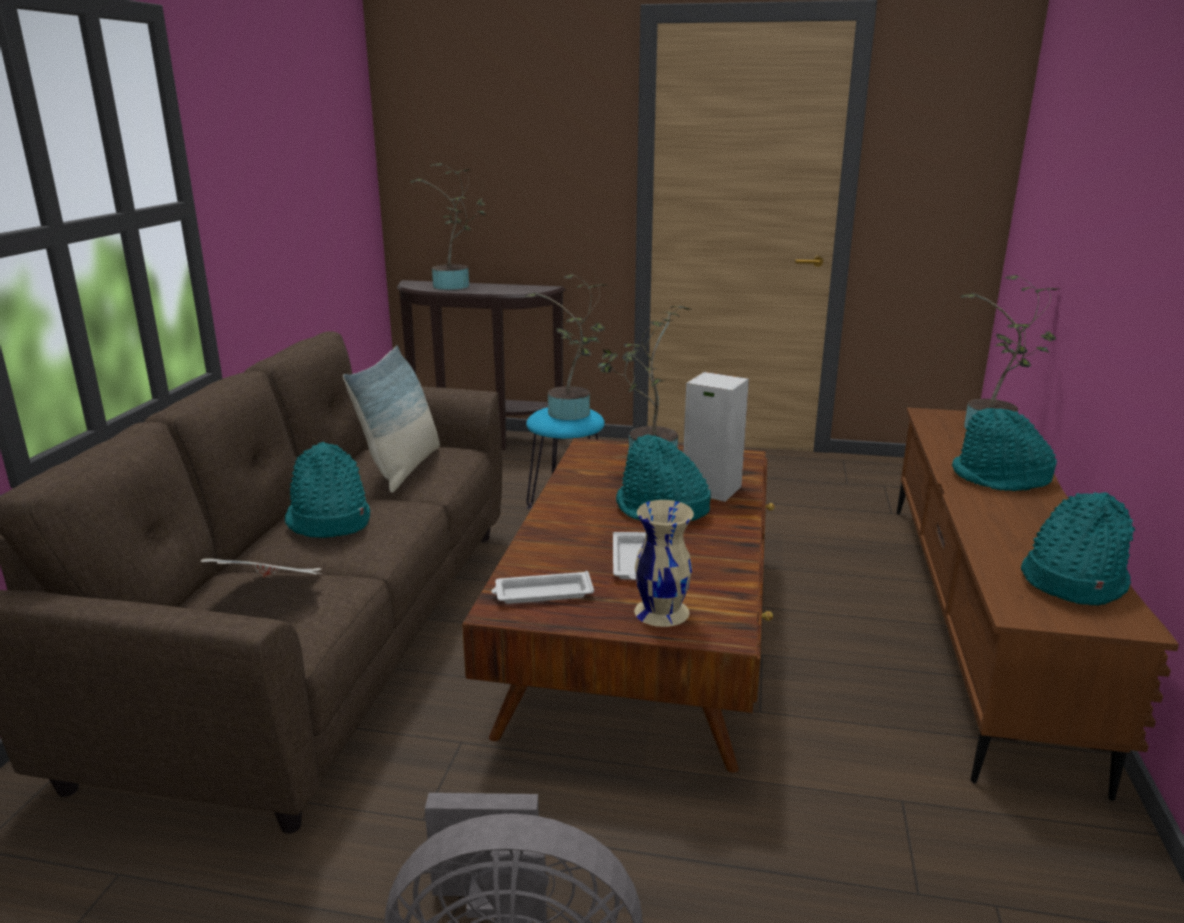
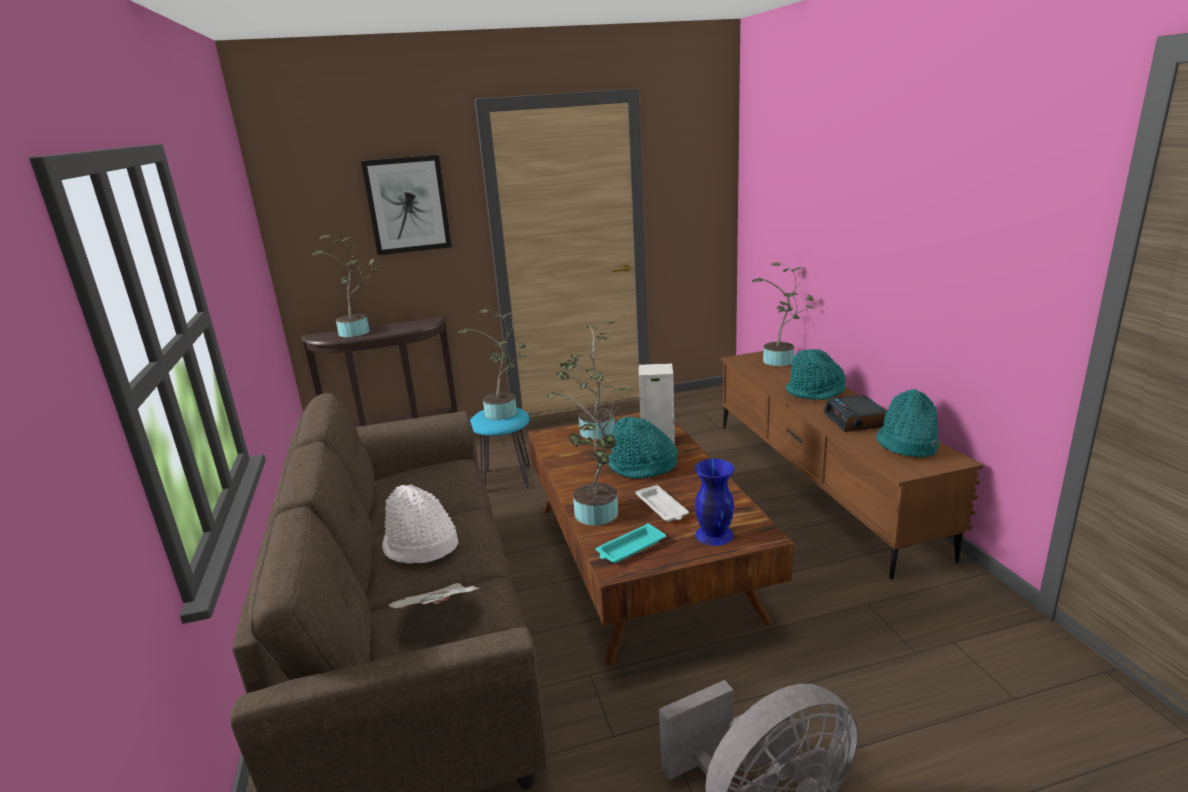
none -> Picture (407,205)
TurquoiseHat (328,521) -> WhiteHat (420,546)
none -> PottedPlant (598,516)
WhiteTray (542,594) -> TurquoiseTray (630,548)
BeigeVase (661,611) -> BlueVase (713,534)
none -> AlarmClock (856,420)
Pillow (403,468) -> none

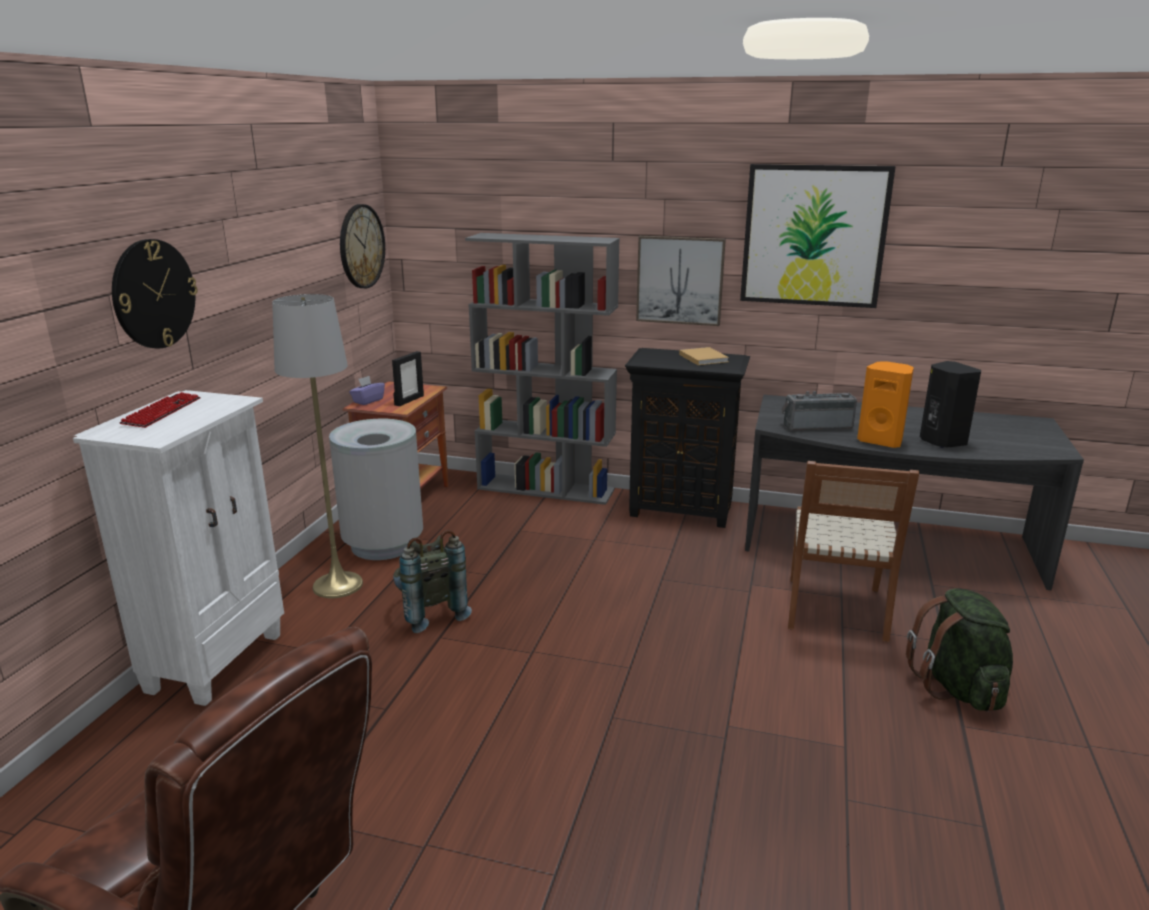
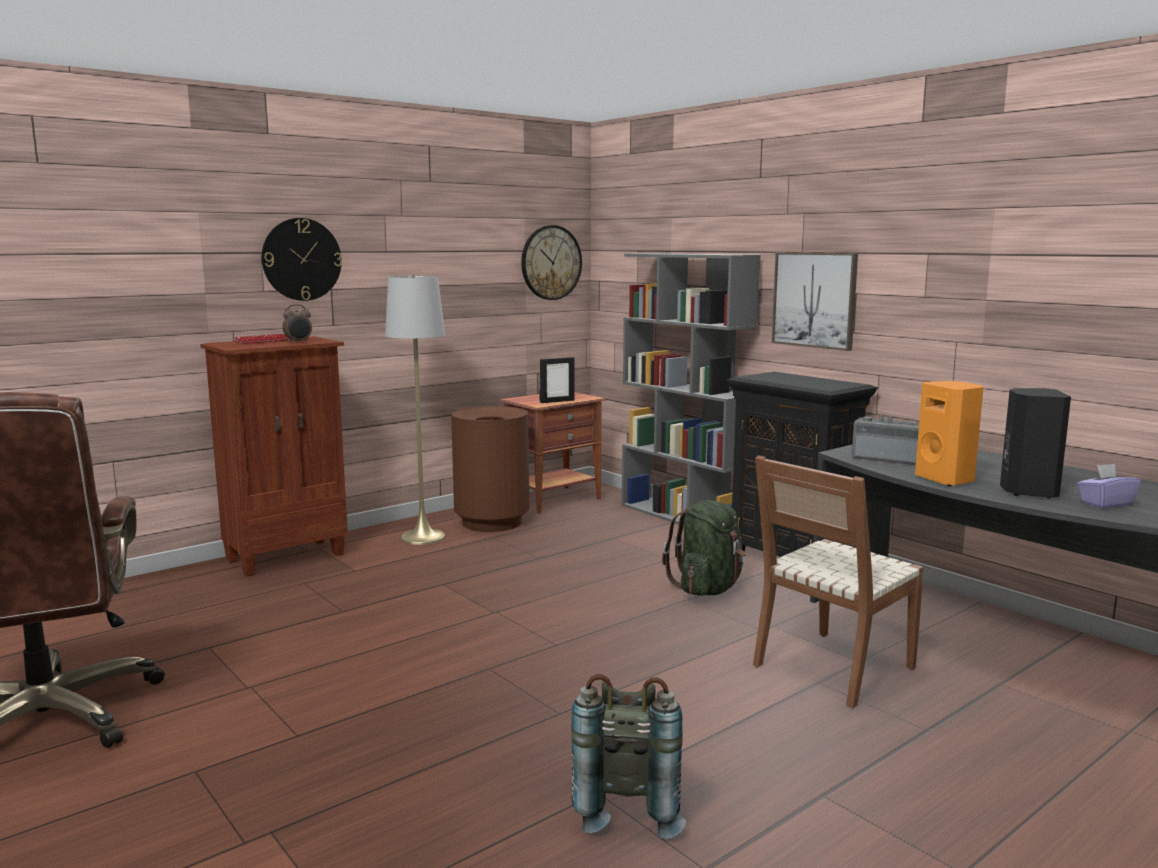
WhiteCabinet (218,663) -> BrownCabinet (287,558)
none -> AlarmClock (298,342)
GreyTrashCan (383,544) -> BrownTrashCan (492,522)
GreyBackpack (429,613) -> GreyBackpack (627,806), moved
GreenBackpack (958,687) -> GreenBackpack (707,589), moved
PurpleTissueBox (368,401) -> PurpleTissueBox (1105,503), moved
BeigeBook (702,358) -> none
Picture (814,236) -> none

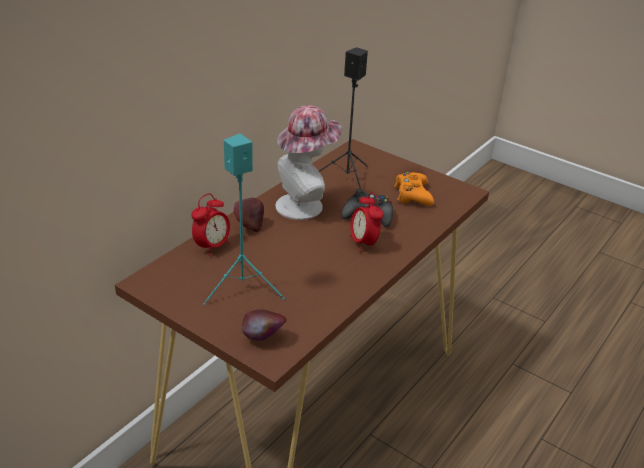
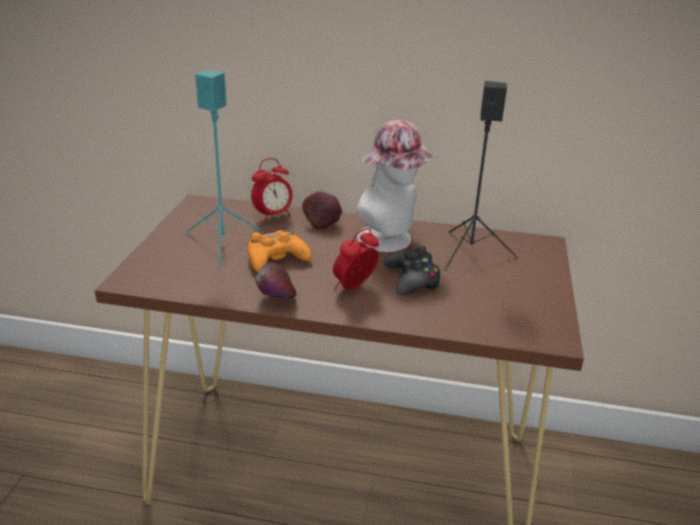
OrangeGameController (412,195) -> OrangeGameController (276,259), moved
AlarmClock (212,246) -> AlarmClock (273,216), 45 degrees counterclockwise
Apple (263,338) -> Apple (276,300), moved

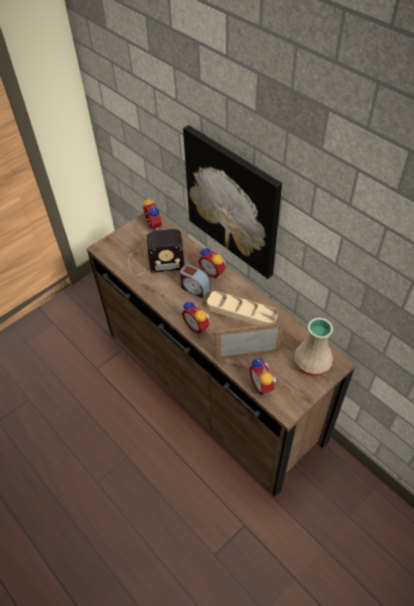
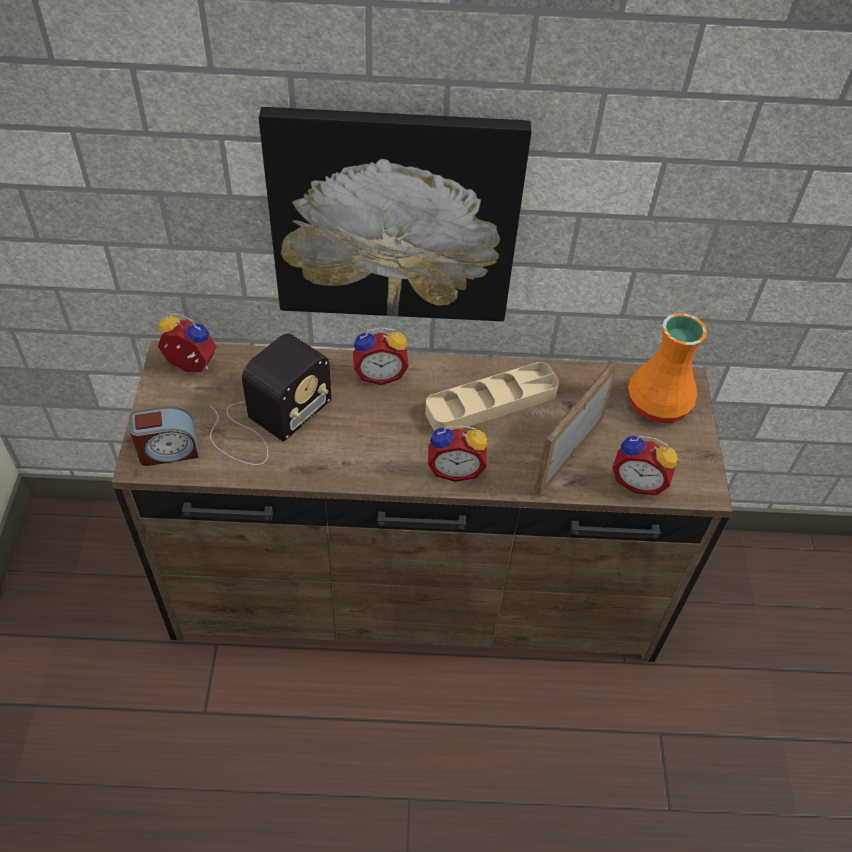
AlarmClock (195,288) -> AlarmClock (168,450), moved
BeigeVase (312,362) -> OrangeVase (656,403)

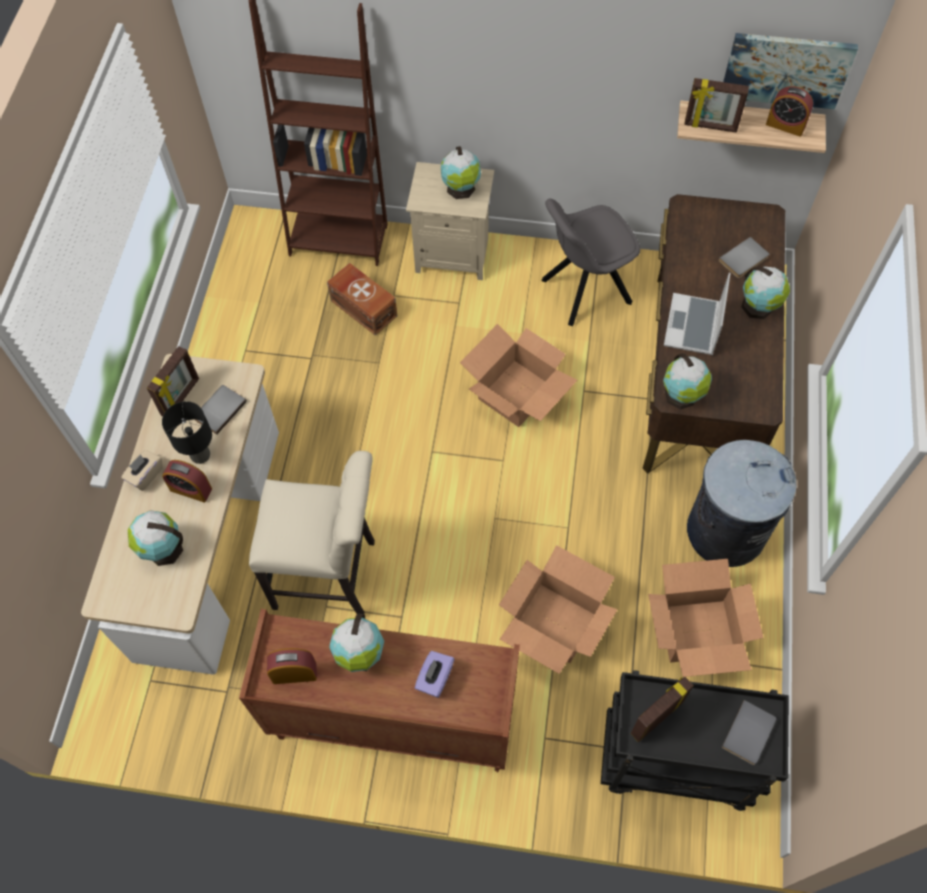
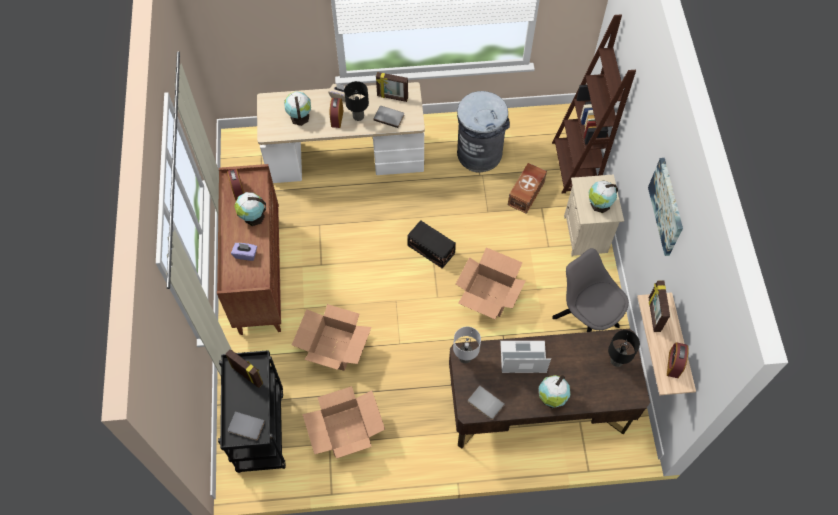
none -> BlackStorageBox (431,248)
Globe (682,396) -> WhiteTableLamp (465,358)
GreyTrashCan (725,530) -> GreyTrashCan (479,153), moved
GreyBook (744,260) -> GreyBook (485,404), moved
none -> BlackTableLamp (617,361)
Picture (786,69) -> Picture (667,206), moved
BeigeStool (331,576) -> none

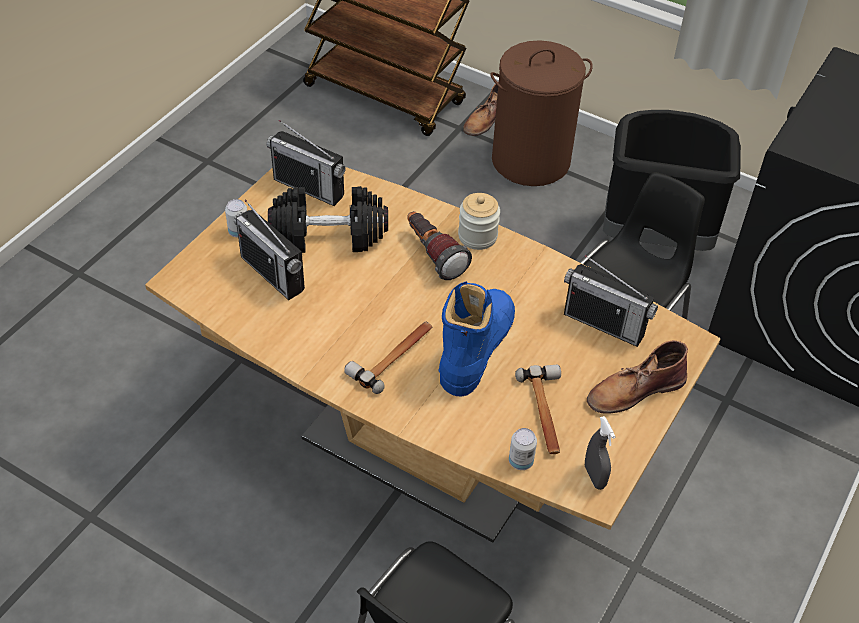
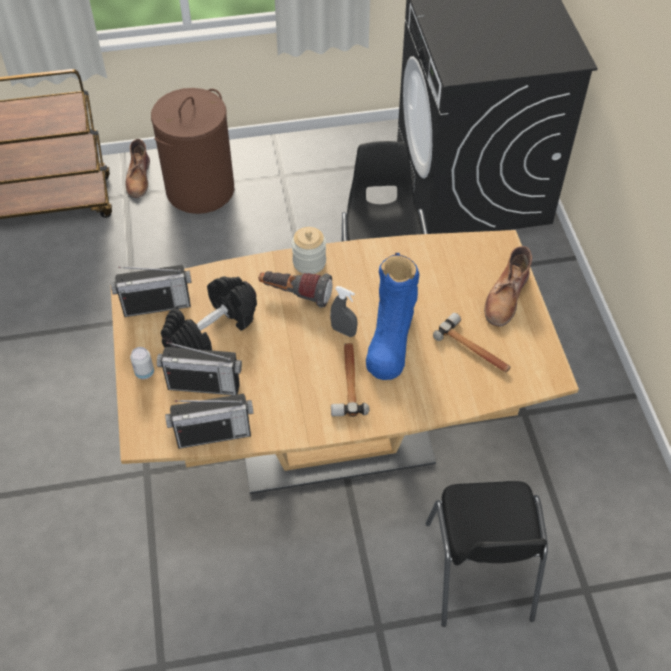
Radio (604,324) -> Radio (213,434), moved
GreySprayBottle (594,477) -> GreySprayBottle (343,331), moved
BlueBoot (475,348) -> BlueBoot (390,338), 150 degrees counterclockwise
Can (520,461) -> none
BlackTrashCan (653,238) -> none

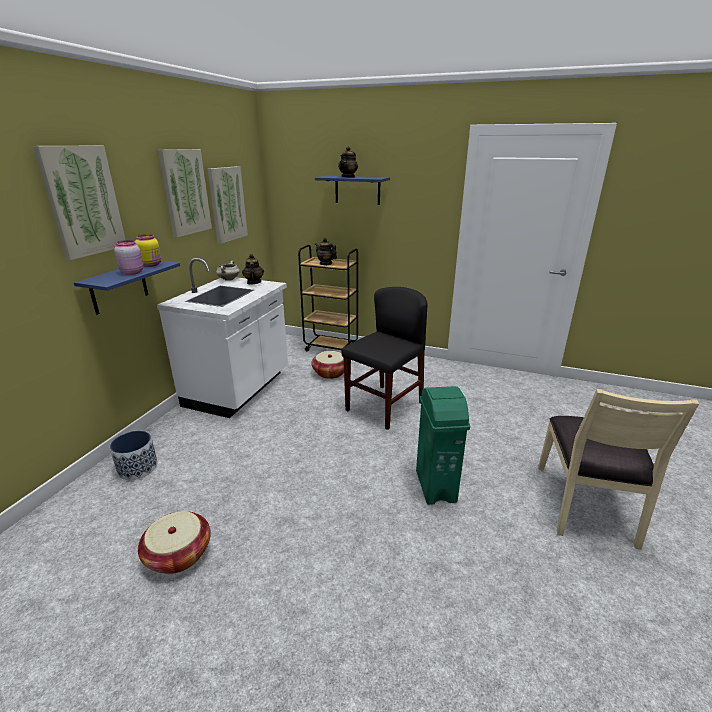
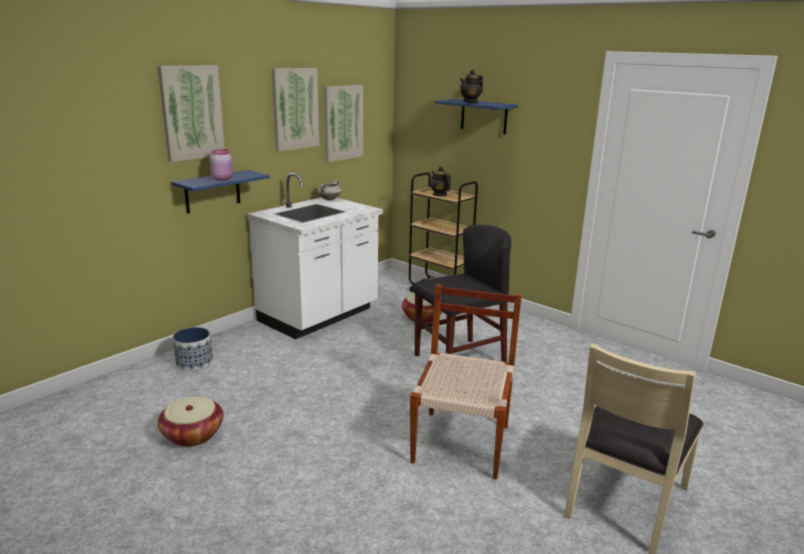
GreenTrashCan (435,486) -> Chair (462,442)
YellowJar (151,265) -> none
Teapot (254,282) -> none

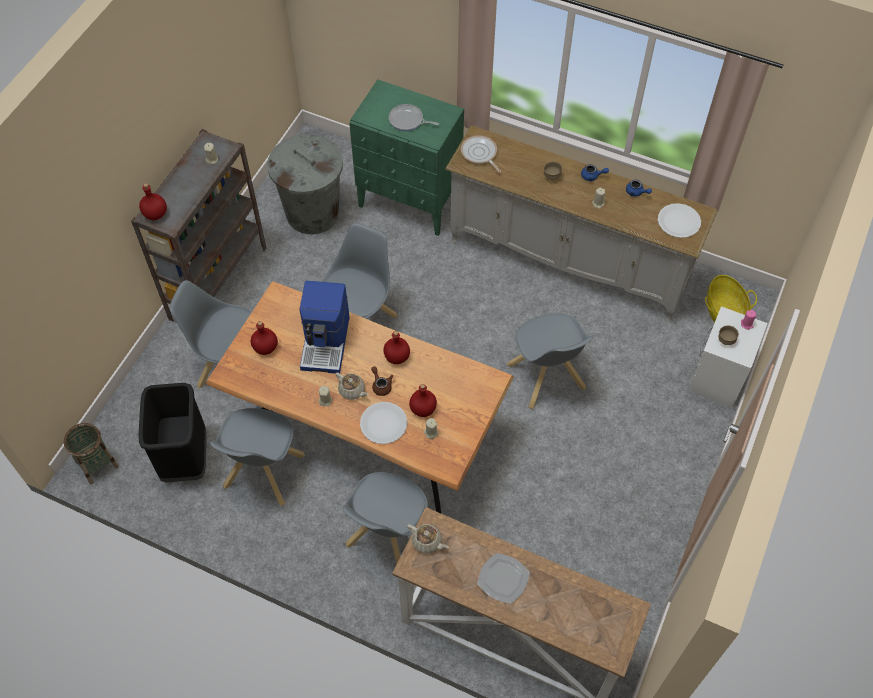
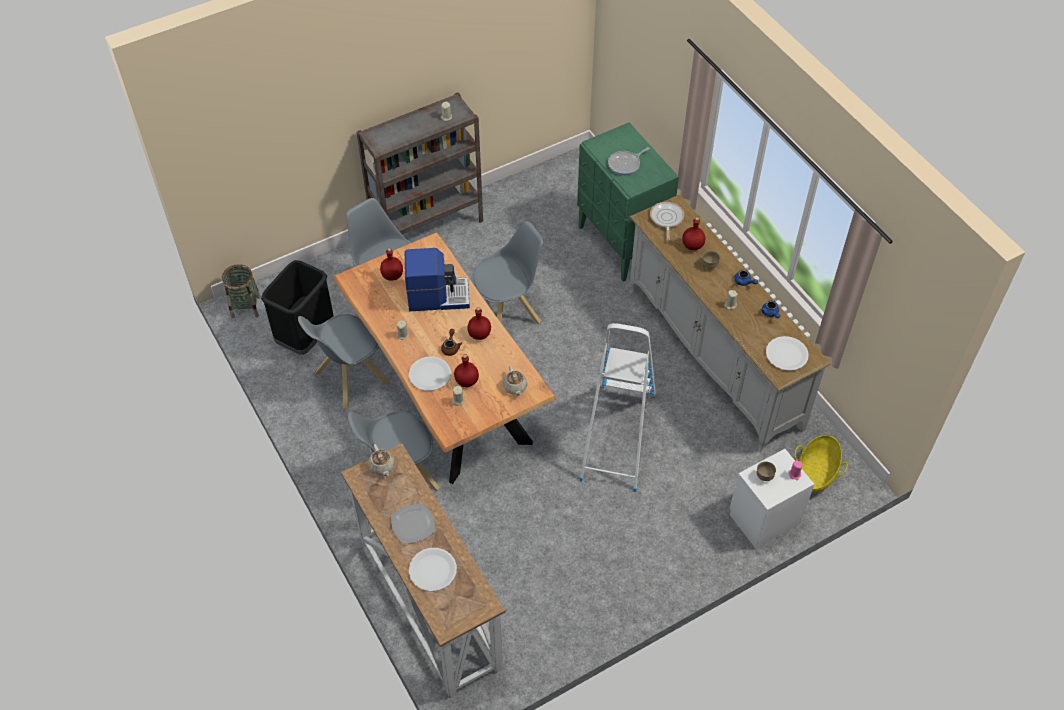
CoffeeMachine (326,342) -> CoffeeMachine (438,295), 135 degrees counterclockwise
none -> WhitePlate (433,570)
BeigeTeapot (352,390) -> BeigeTeapot (515,387), moved
GreyChair (547,378) -> WhiteStepLadder (618,436)
FryingPan (408,121) -> FryingPan (625,164), 90 degrees counterclockwise
RedBottle (156,214) -> RedBottle (693,245), moved
GreyTrashCan (312,213) -> none

